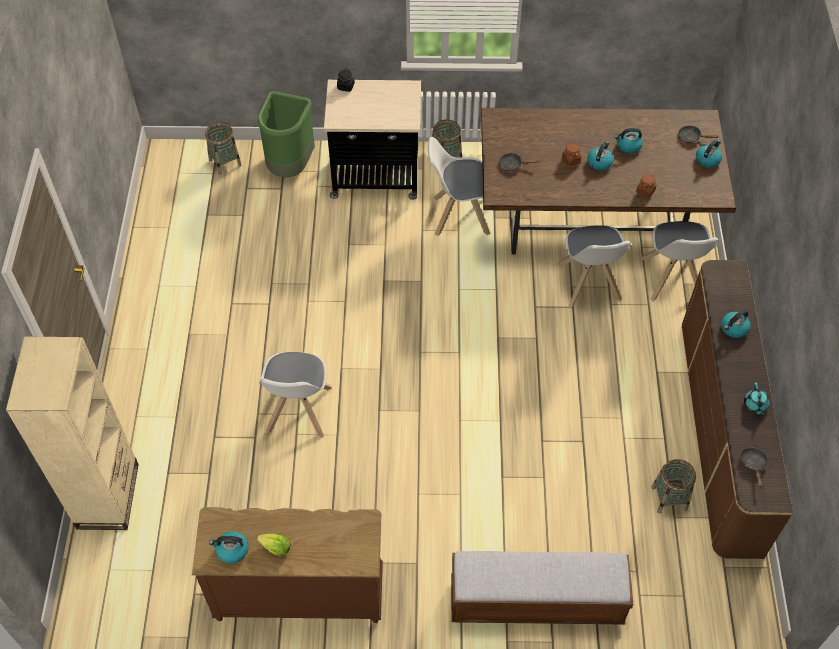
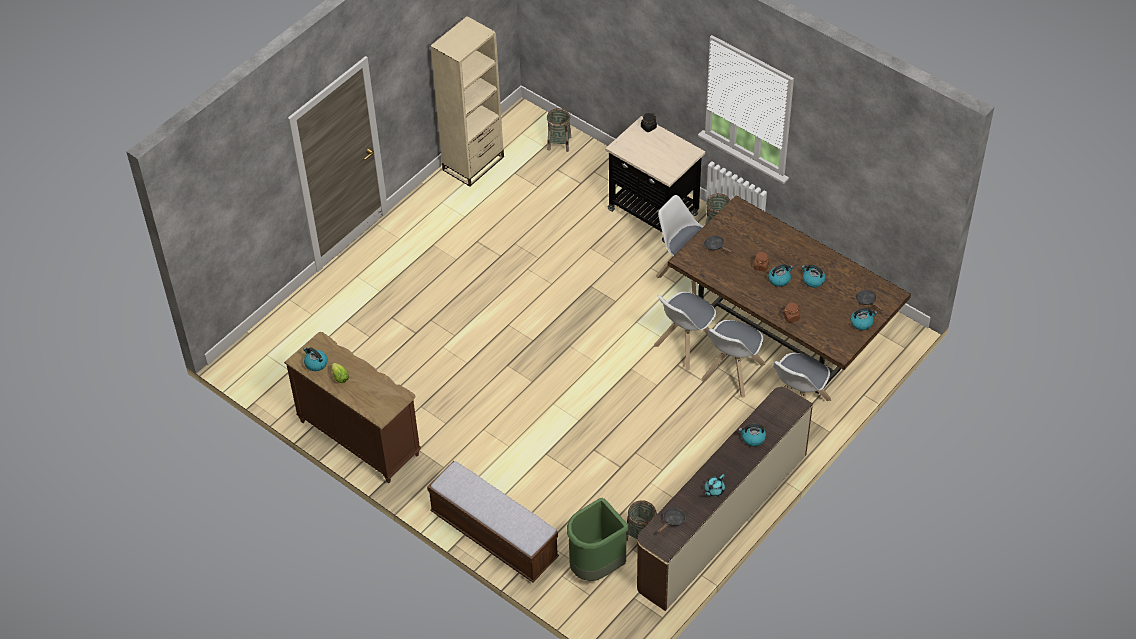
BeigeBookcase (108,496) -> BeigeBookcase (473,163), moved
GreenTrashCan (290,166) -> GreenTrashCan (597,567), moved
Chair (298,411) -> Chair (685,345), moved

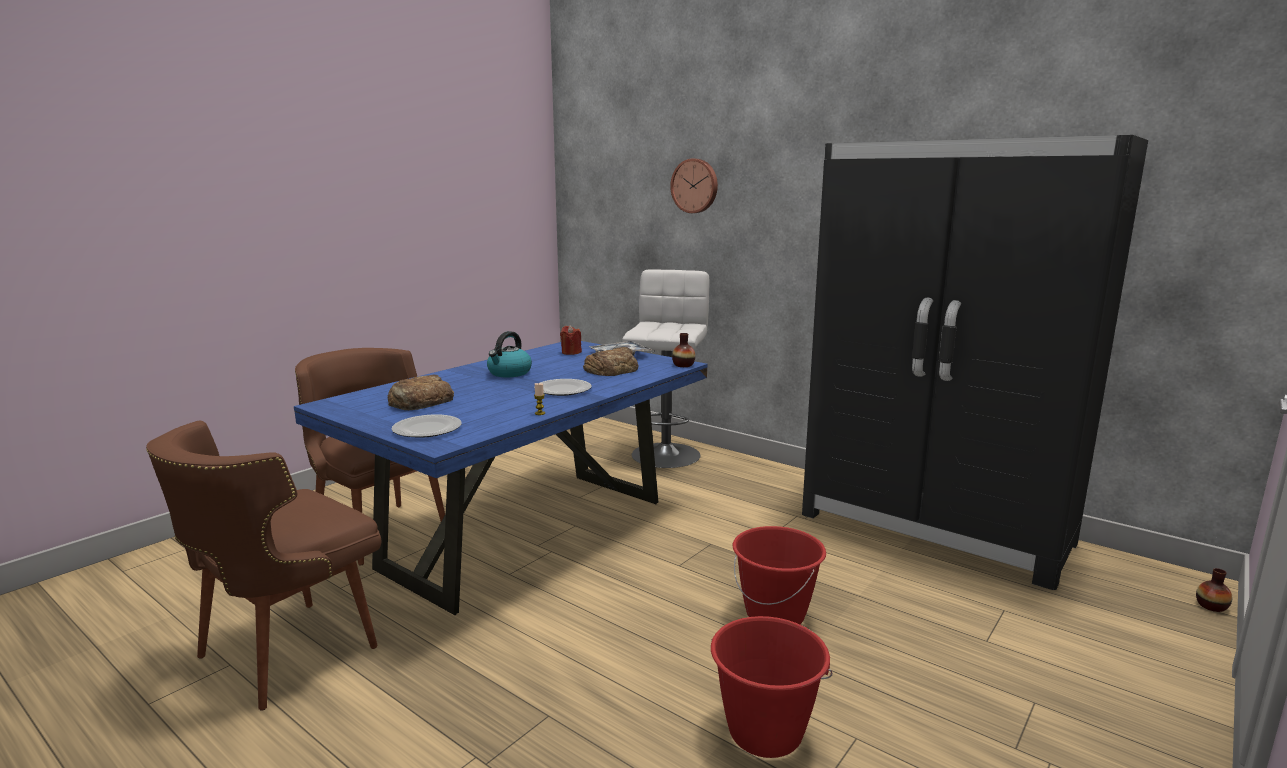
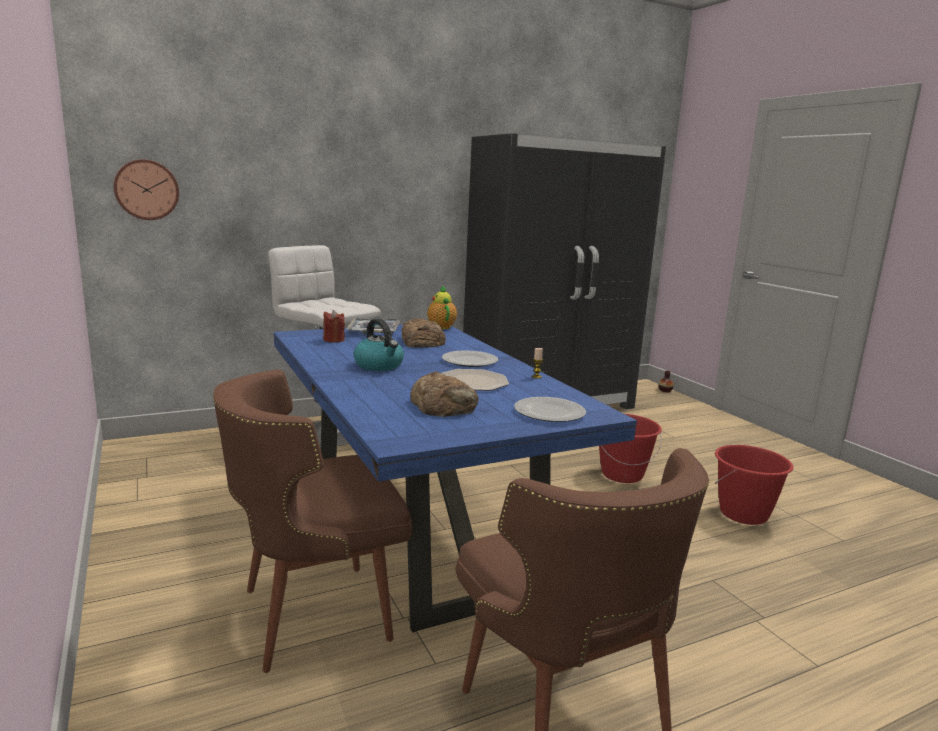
WallClock (695,186) -> WallClock (146,189), moved
Vase (683,365) -> Teapot (441,326)
none -> Plate (473,382)

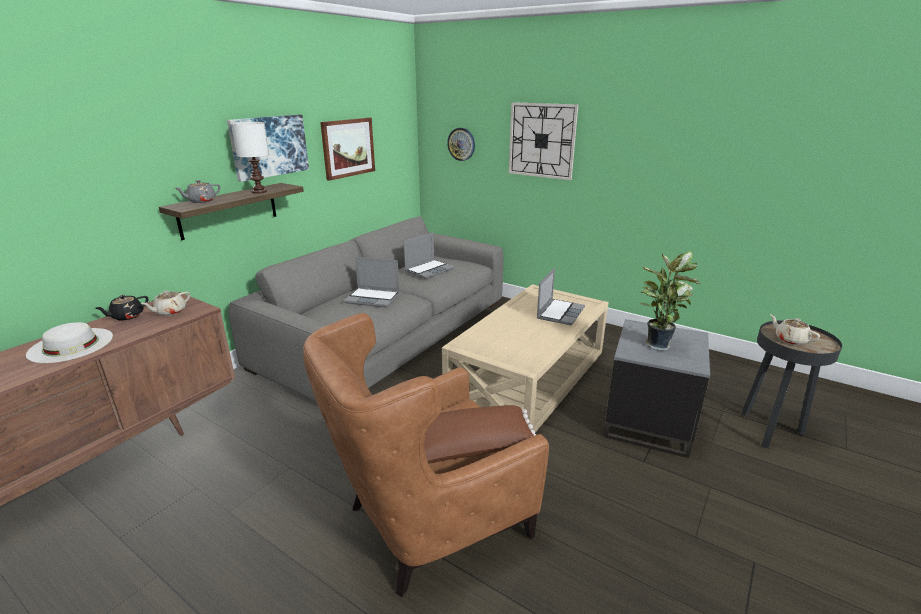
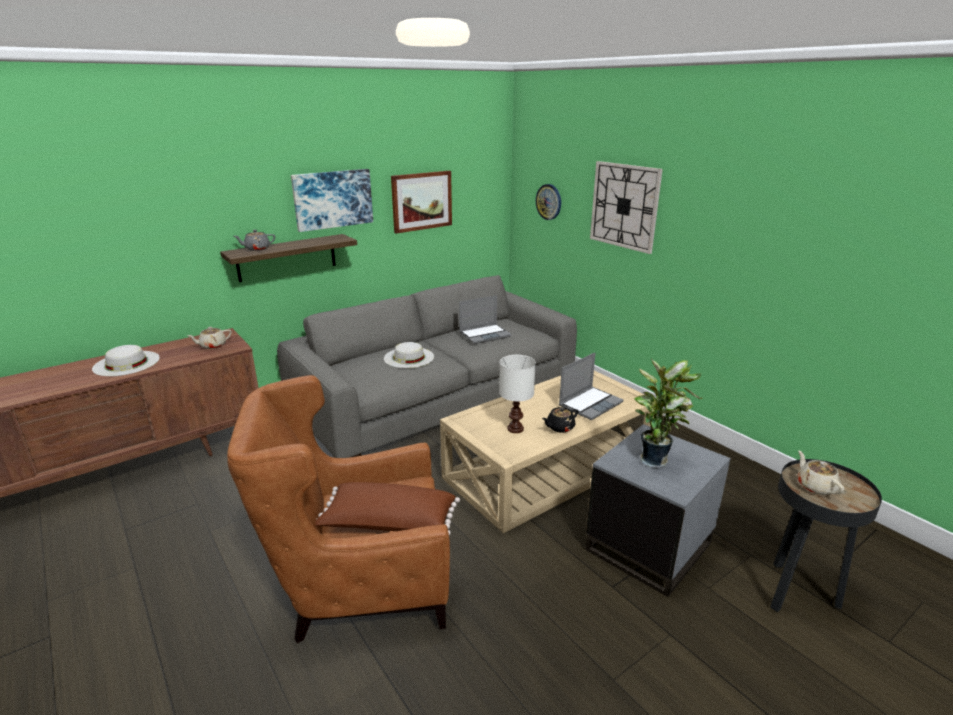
Laptop (373,298) -> WhiteHat (409,357)
WhiteTableLamp (259,191) -> WhiteTableLamp (516,428), moved
BlackTeapot (127,316) -> BlackTeapot (559,427), moved

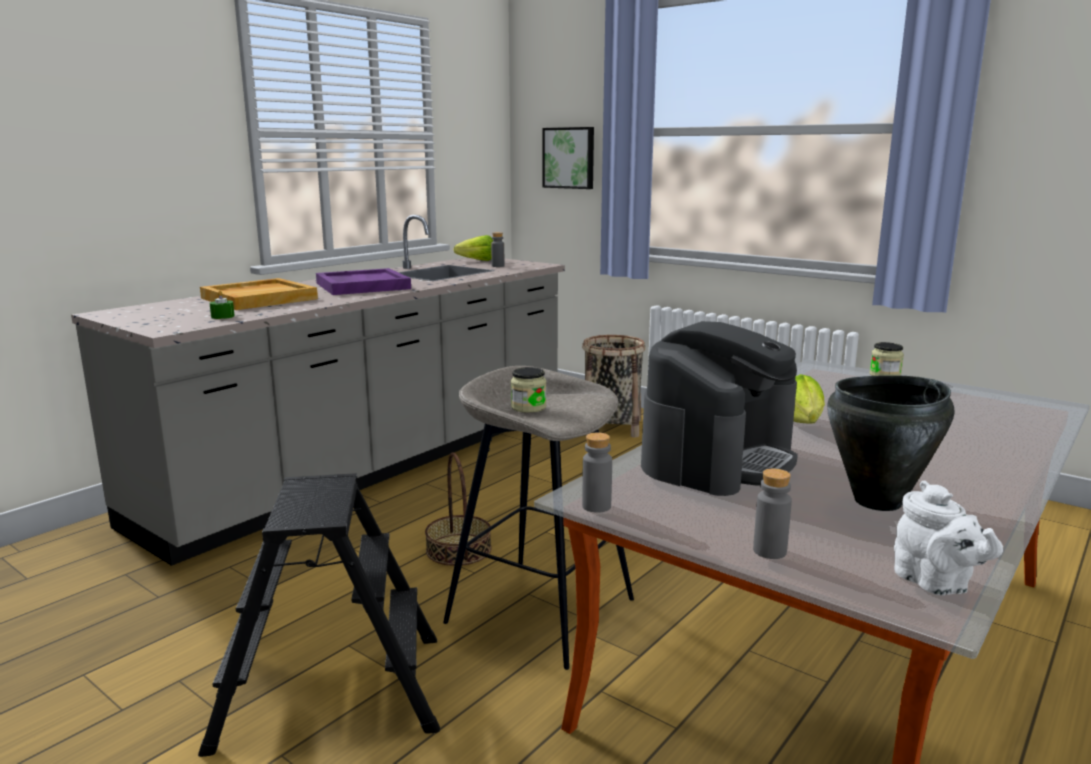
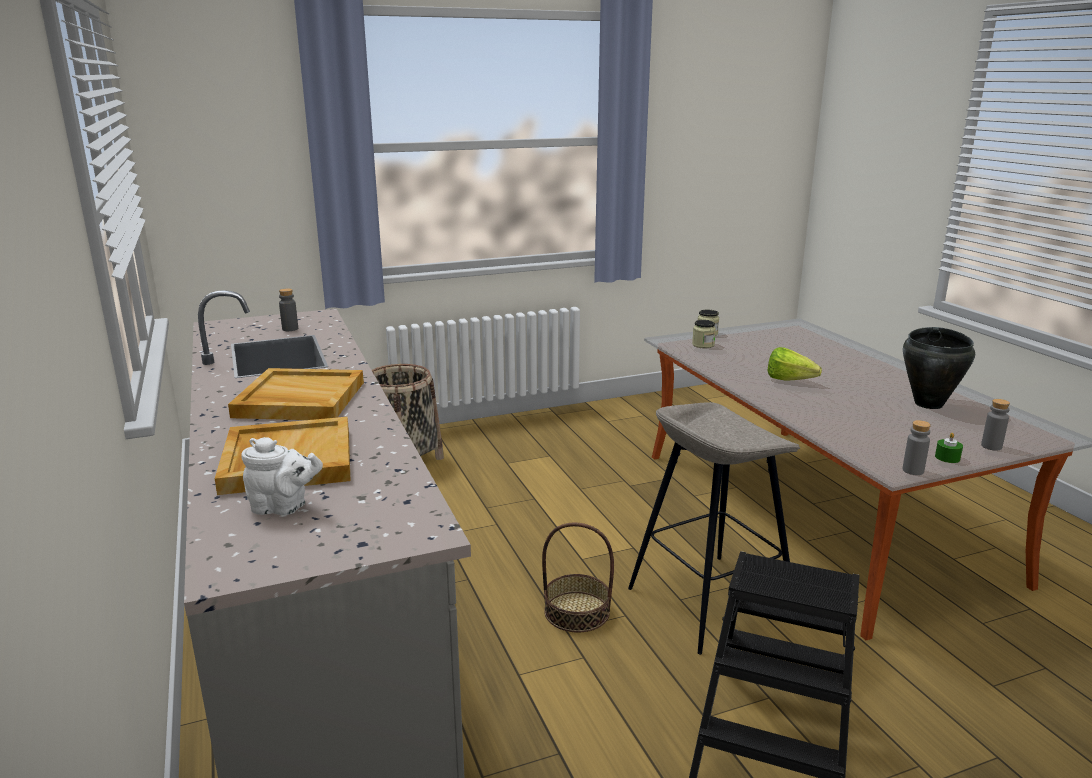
PurpleTray (362,286) -> BeigeTray (299,399)
WhiteTeapot (935,584) -> WhiteTeapot (283,507), moved
Jar (528,407) -> Jar (703,345), moved
GreenCandle (222,316) -> GreenCandle (947,457), moved
Lettuce (474,261) -> none
Picture (569,158) -> none
CoffeeMachine (718,459) -> none

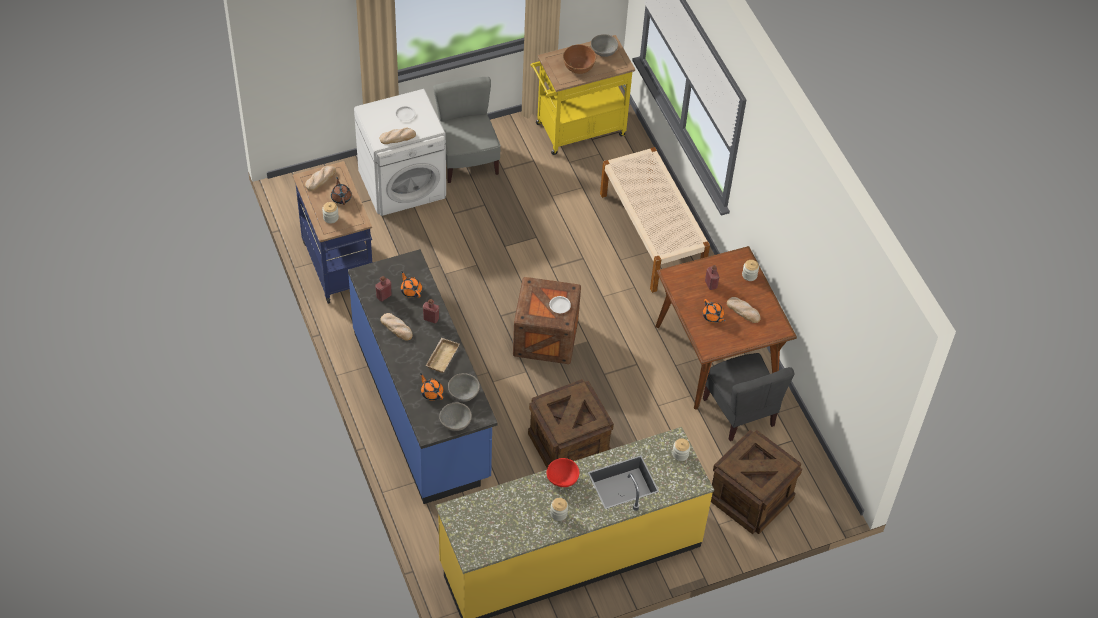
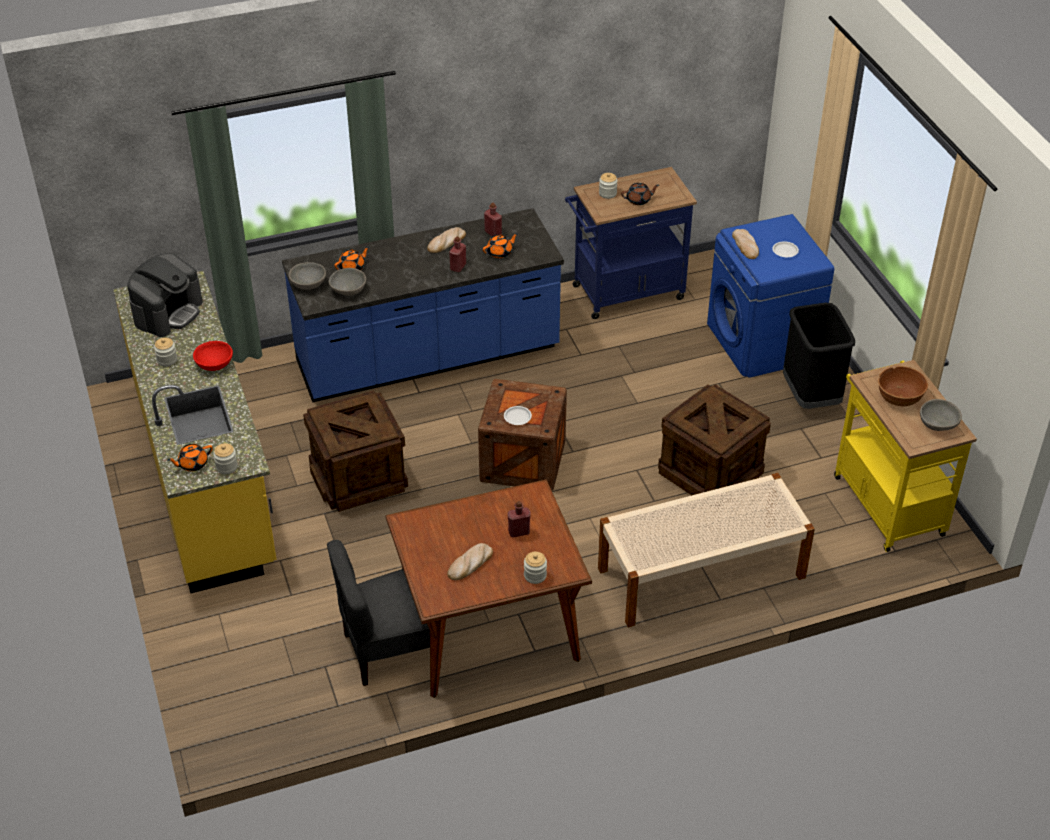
none -> CoffeeMachine (168,312)
OrangeTeapot (713,316) -> OrangeTeapot (192,464), moved
Crate (751,497) -> Crate (711,473), moved
WhiteWashingMachine (404,184) -> BlueWashingMachine (760,342)
GreyChair (467,160) -> BlackTrashCan (811,396)
Bread (320,179) -> none
BeigeTray (441,356) -> none

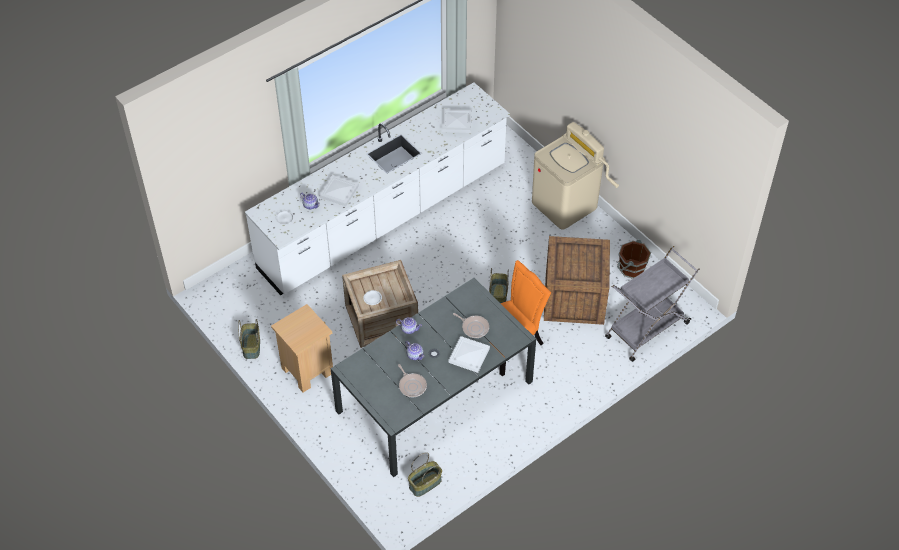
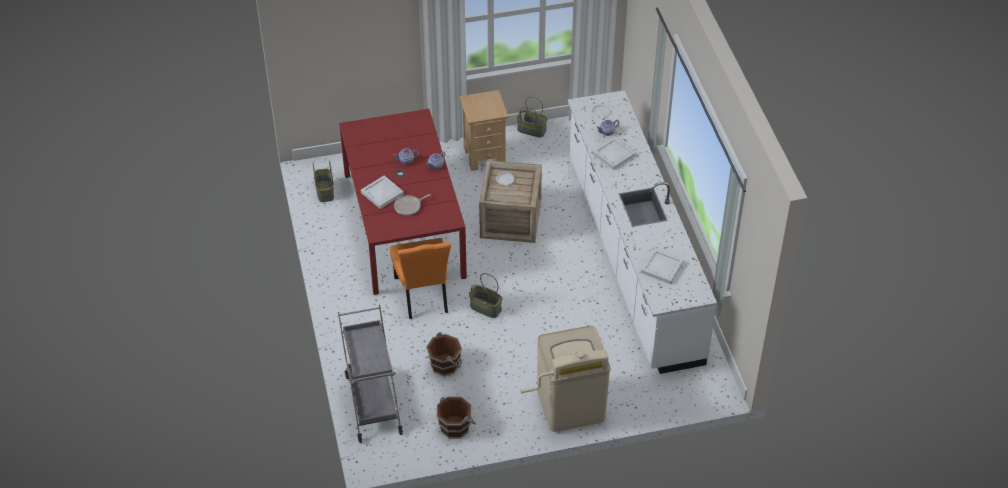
GreyDiningTable (434,396) -> RedDiningTable (404,225)
Crate (575,299) -> BrownBucket (445,364)
FryingPan (412,385) -> none

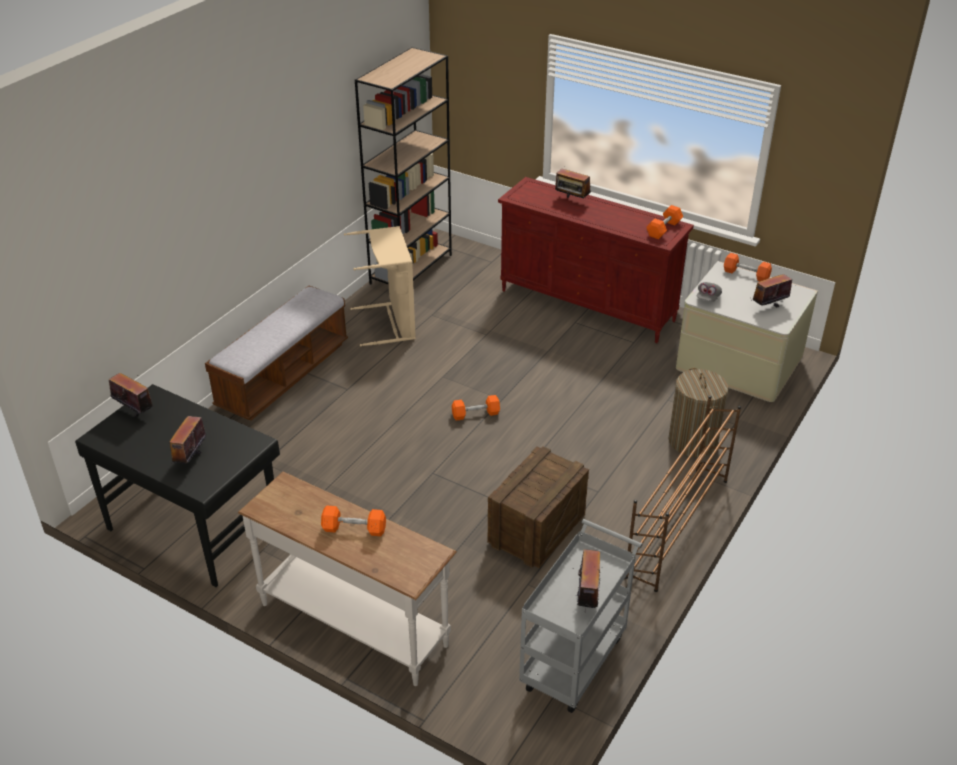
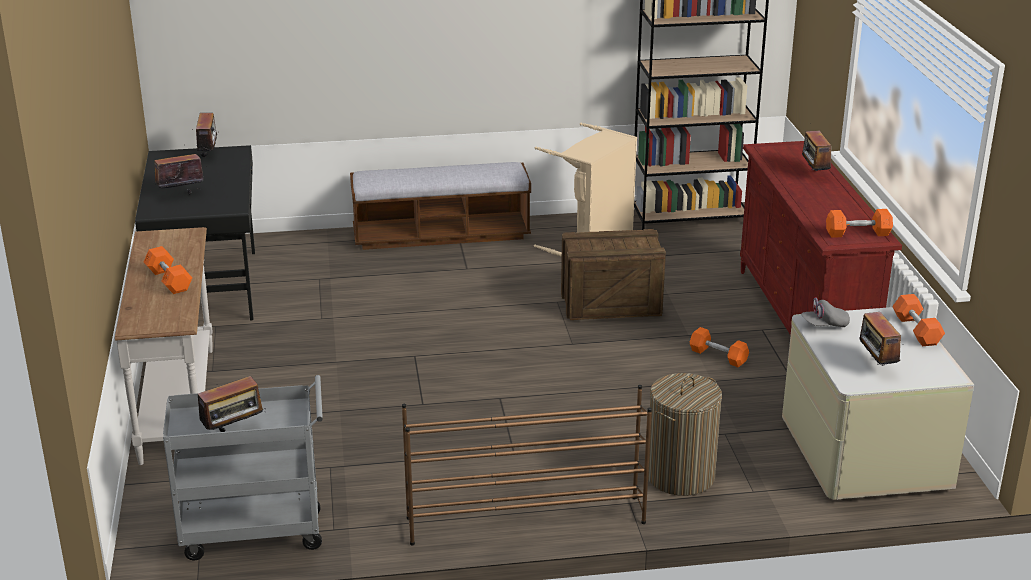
Crate (536,529) -> Crate (610,304), moved
OrangeDumbbell (475,414) -> OrangeDumbbell (718,356), moved
Radio (768,307) -> Radio (876,365), 120 degrees counterclockwise

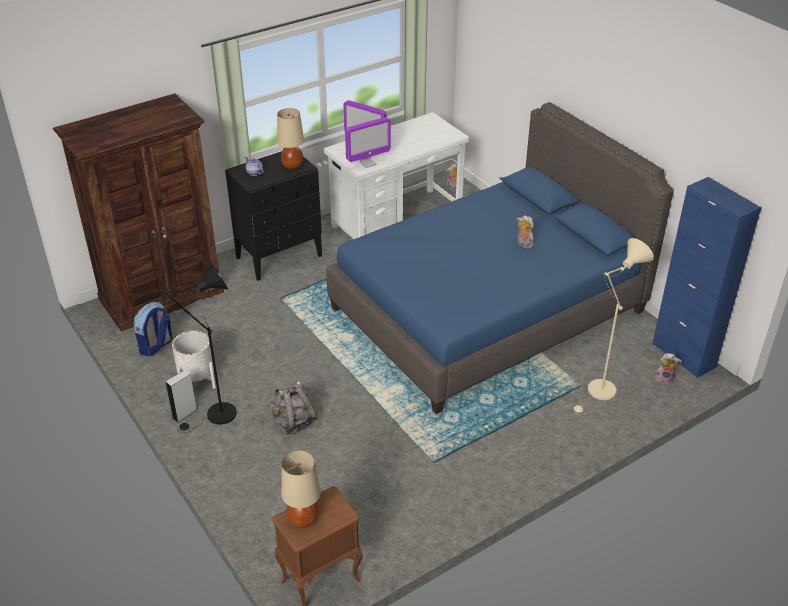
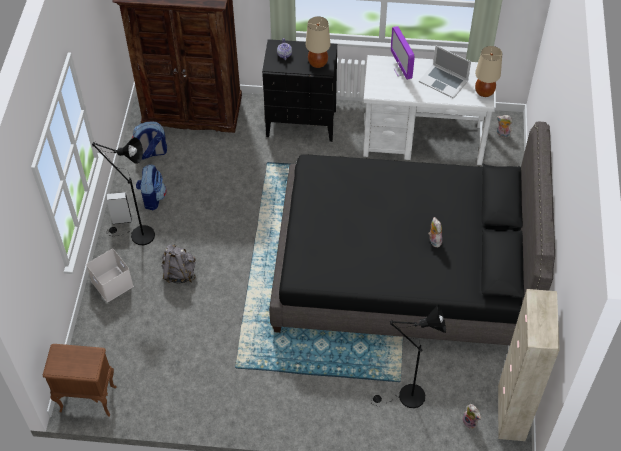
none -> WhiteStorageBox (111,283)
WhitePlanter (197,380) -> Backpack (152,198)
BlueBed (487,310) -> BlackBed (403,269)
BeigeFloorLamp (599,393) -> BlackFloorLamp (406,397)
none -> Laptop (443,81)
BeigeTableLamp (303,519) -> BeigeTableLamp (484,92), moved
BlueCabinet (683,355) -> BeigeCabinet (511,413)
Monitor (368,163) -> none

